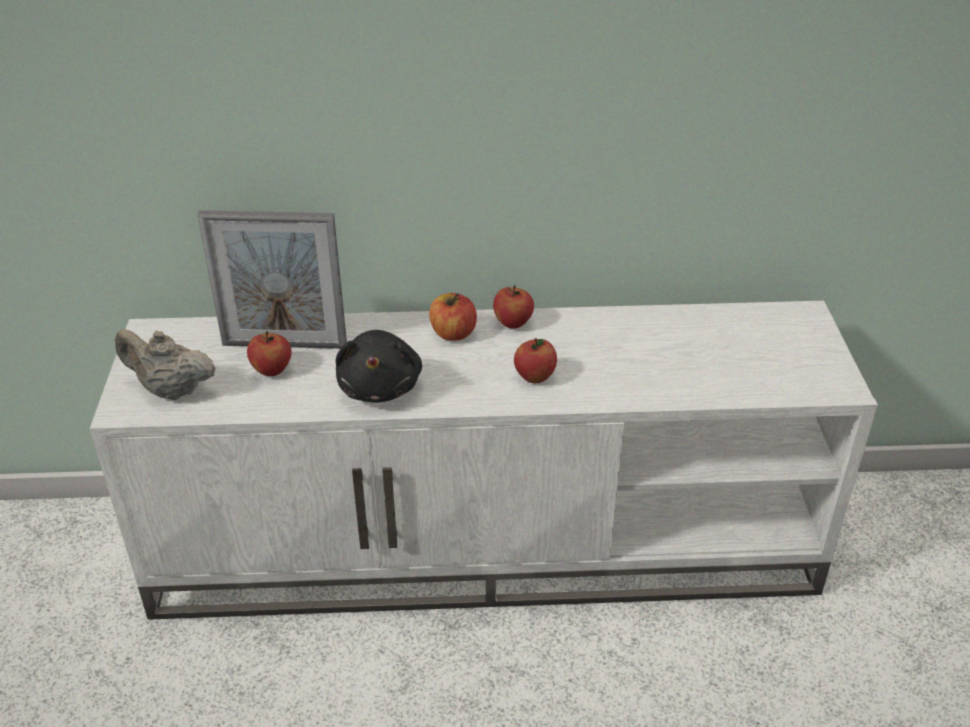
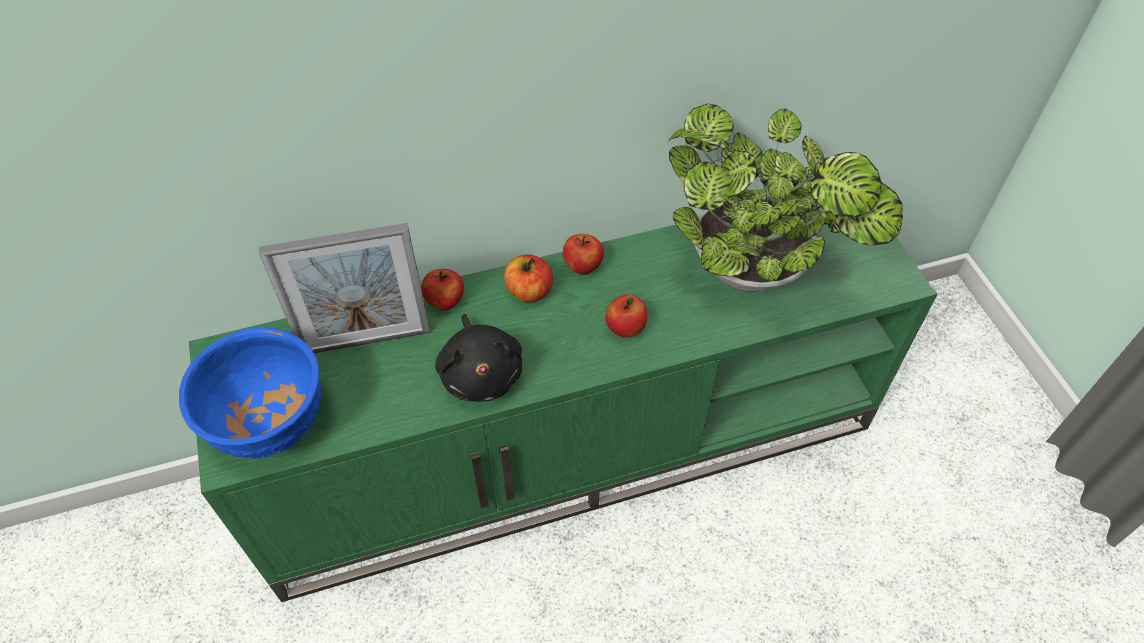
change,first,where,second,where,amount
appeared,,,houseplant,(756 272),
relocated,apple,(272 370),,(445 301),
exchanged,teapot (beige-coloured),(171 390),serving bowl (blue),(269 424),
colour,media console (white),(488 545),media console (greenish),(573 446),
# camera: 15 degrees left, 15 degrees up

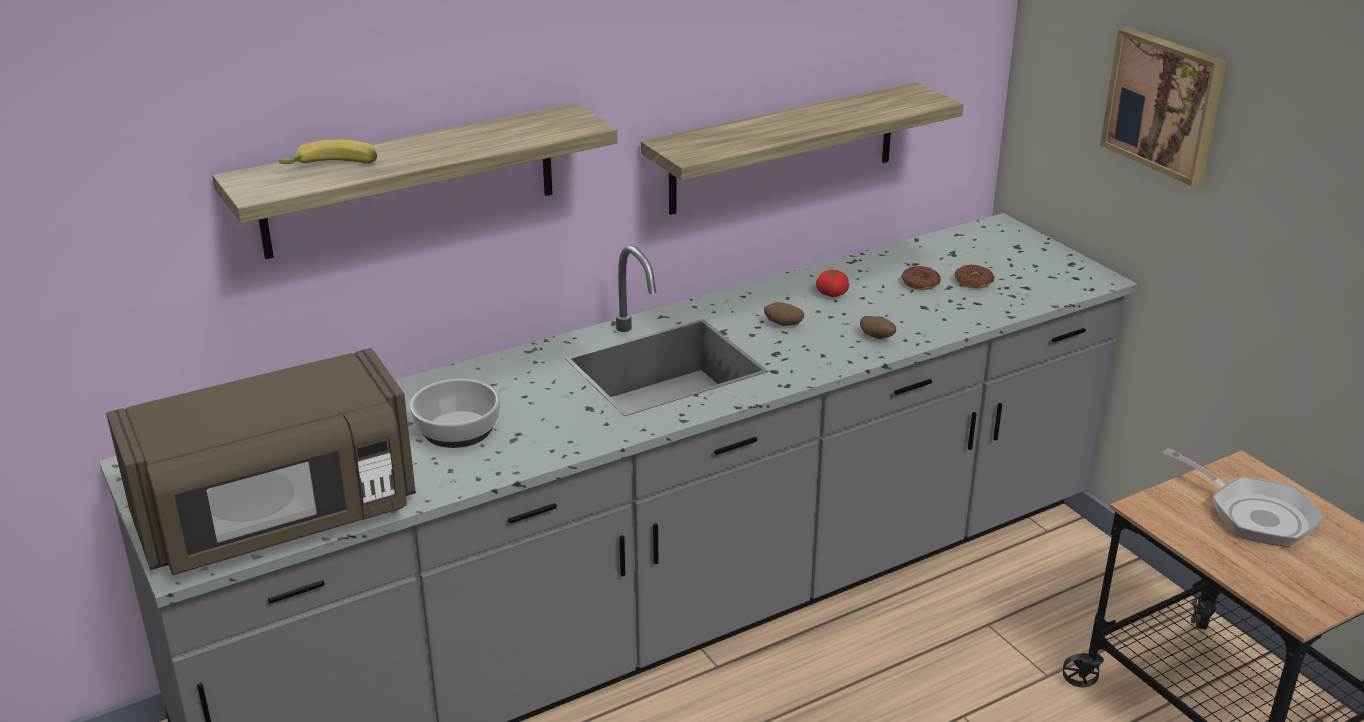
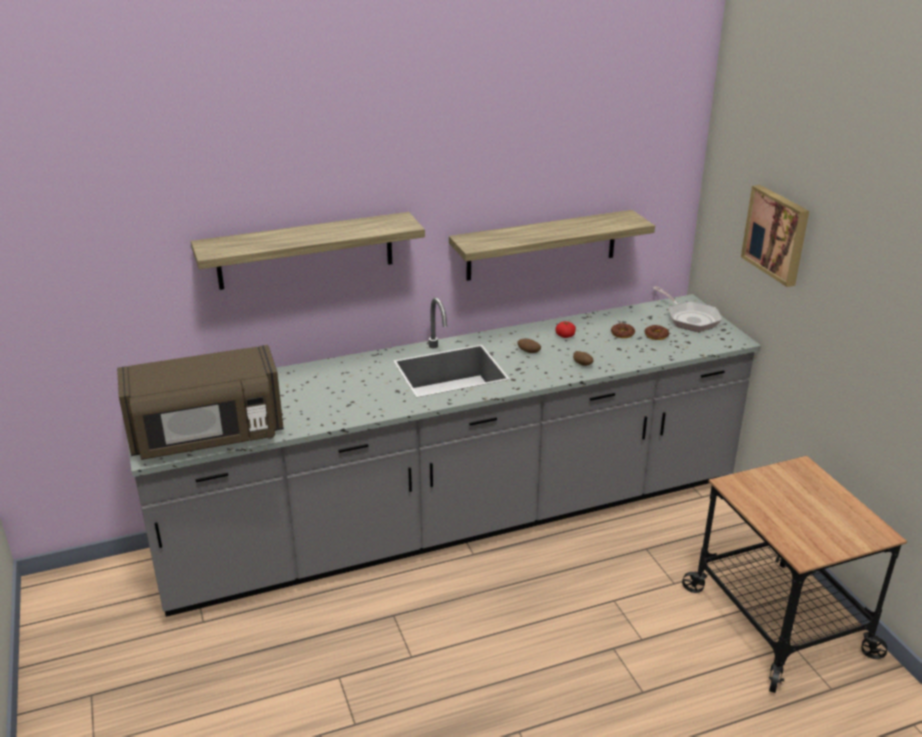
change,first,where,second,where,amount
missing,banana fruit,(333 167),,,
missing,serving bowl,(457 429),,,
relocated,pan,(1254 515),,(690 318),
# camera: 10 degrees right, 0 degrees up

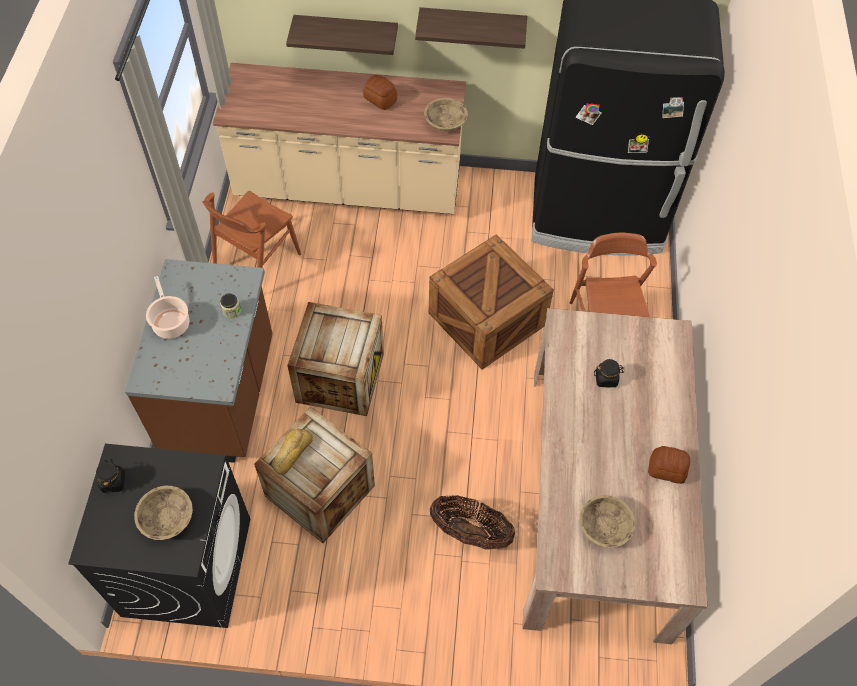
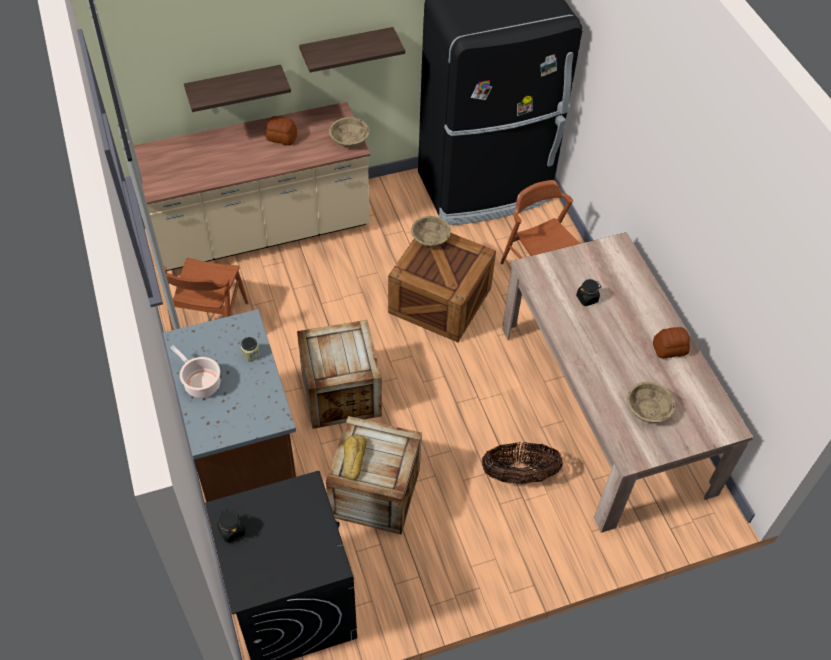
change,first,where,second,where,amount
relocated,serving bowl (beige-coloured),(167 519),,(430 238),
# camera: 25 degrees left, 5 degrees down

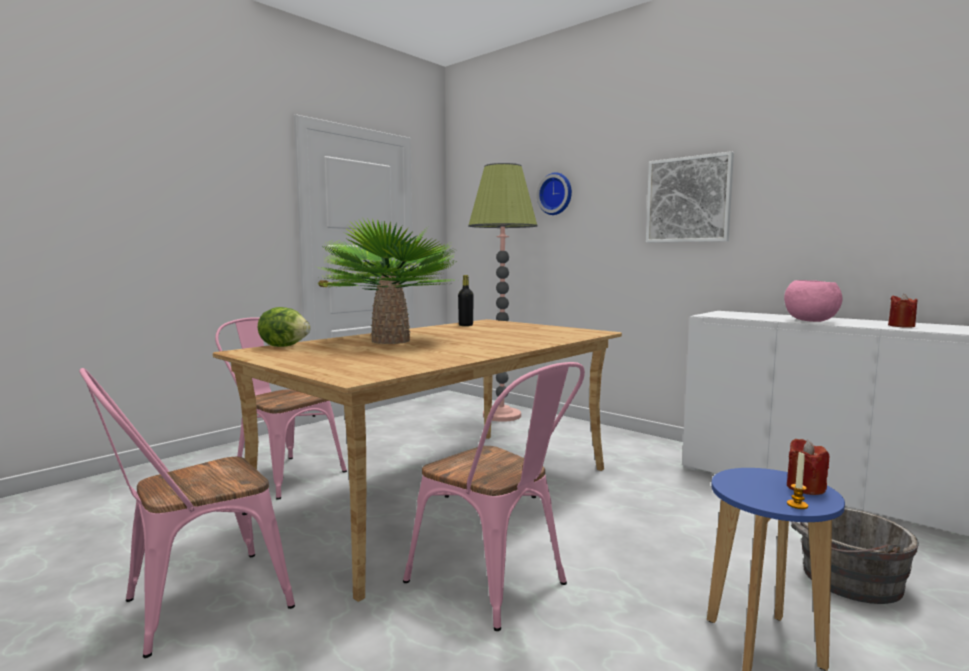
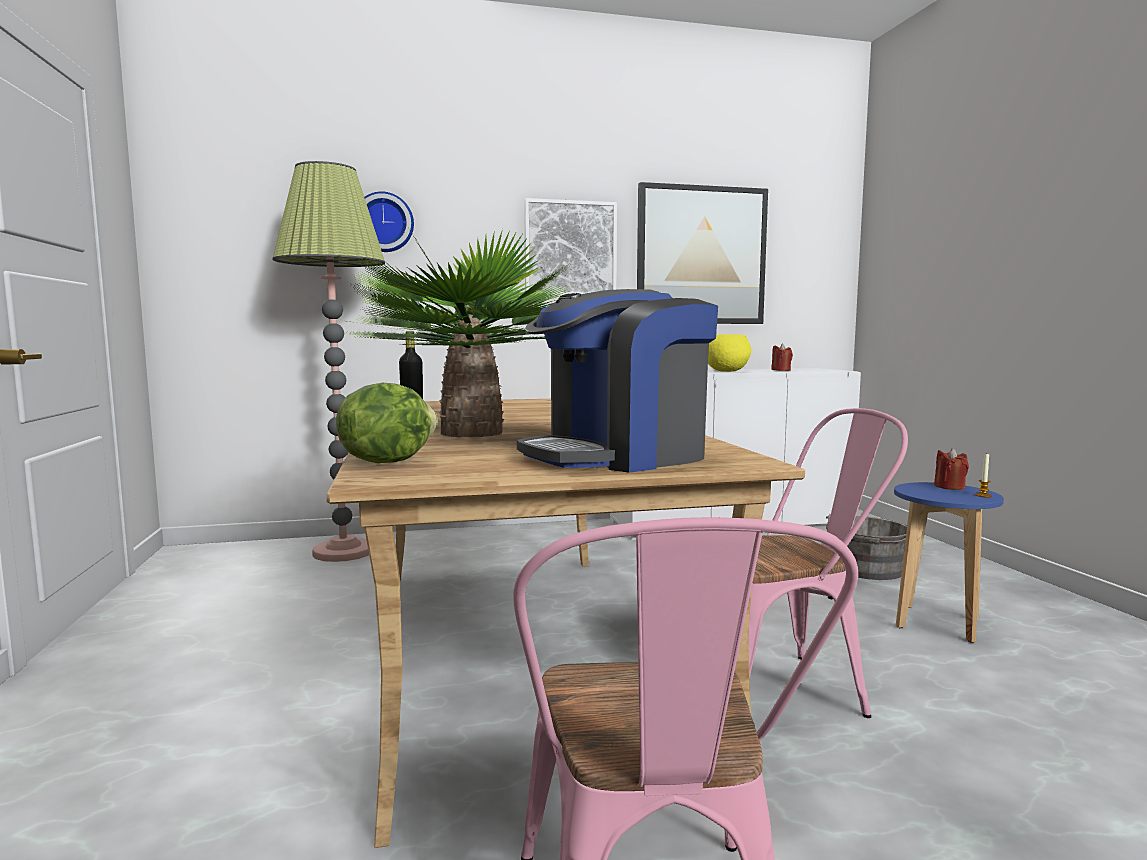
change,first,where,second,where,amount
missing,plain chair (pink-coloured),(282 473),,,
appeared,,,coffee brewer,(619 456),
appeared,,,wall art,(701 256),
colour,serving bowl (pink-coloured),(810 321),serving bowl (yellow-coloured),(725 371),
# camera: 55 degrees left, 0 degrees up

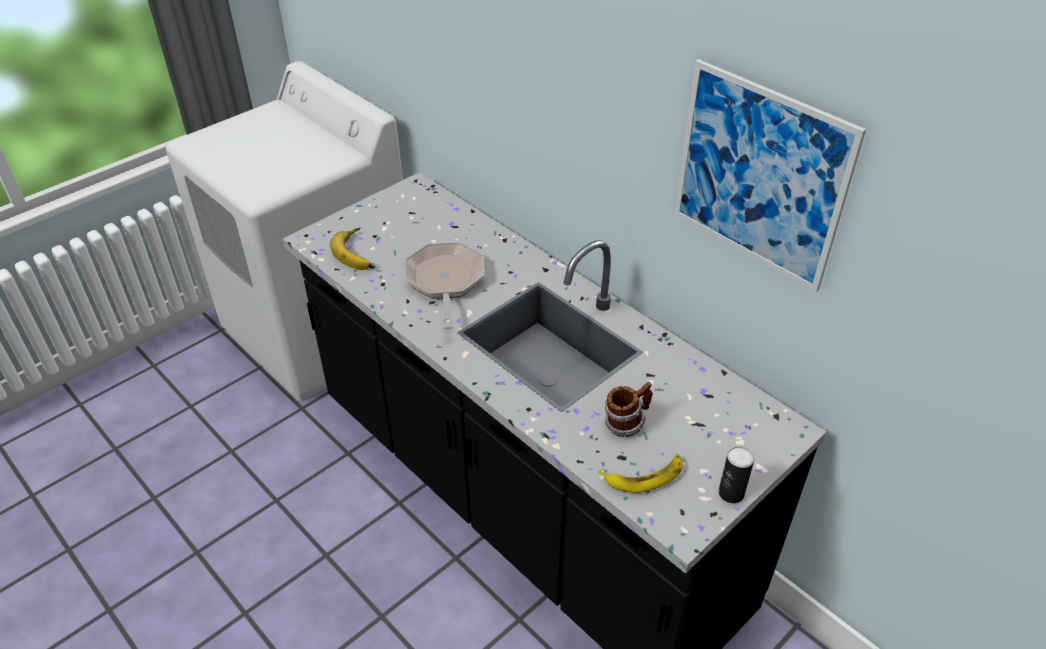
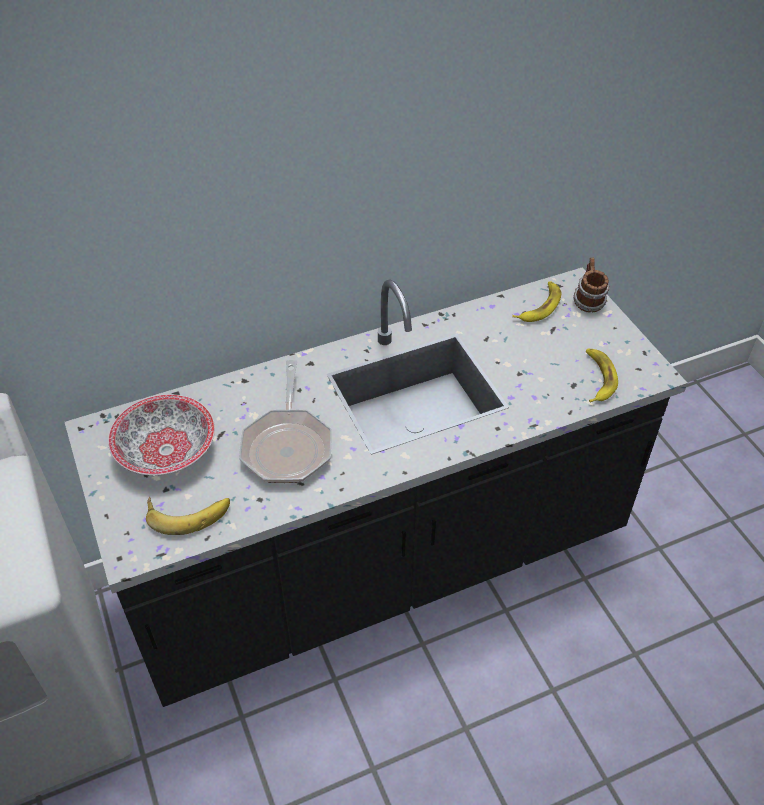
change,first,where,second,where,amount
missing,wall art,(759 176),,,
missing,metal can,(731 493),,,
appeared,,,serving bowl,(167 450),
appeared,,,banana fruit,(539 306),
relocated,mug,(626 423),,(587 302),
spun,pan,(445 282),,(287 445),105 degrees counterclockwise
# camera: 70 degrees left, 5 degrees up

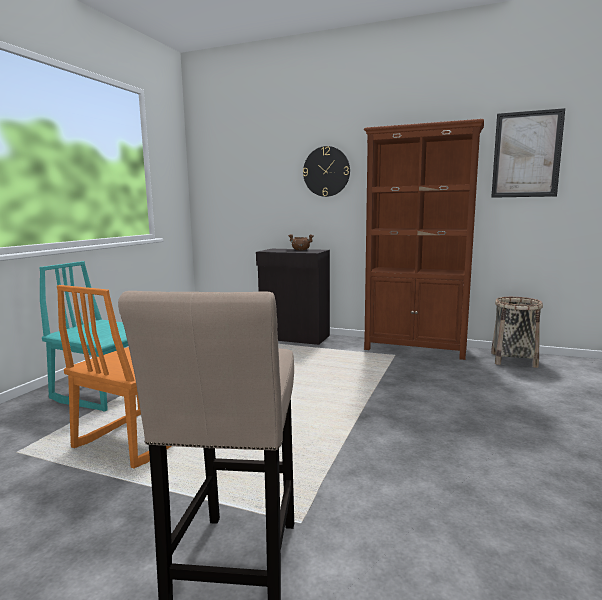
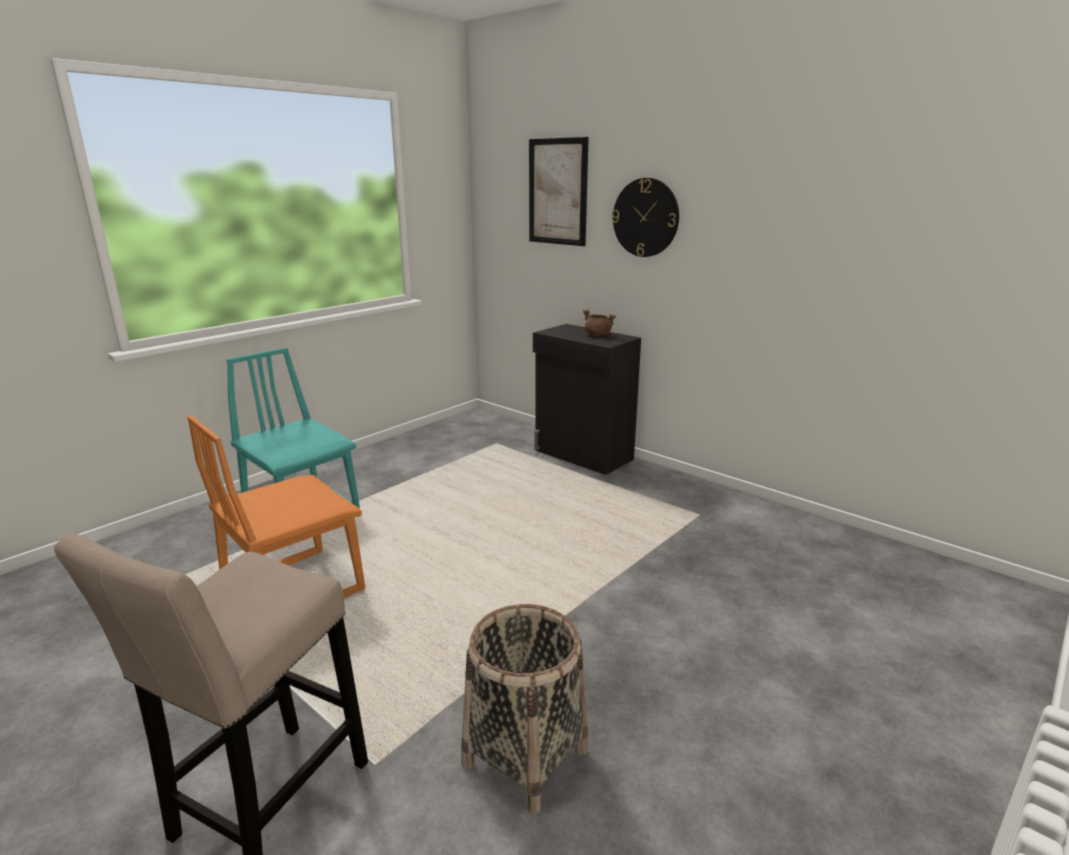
change,first,where,second,where,amount
missing,bookcase (brown-coloured),(416 349),,,
relocated,wall art,(526 154),,(557 192),
relocated,storage basket,(513 360),,(525 756),
# camera: 20 degrees right, 10 degrees up

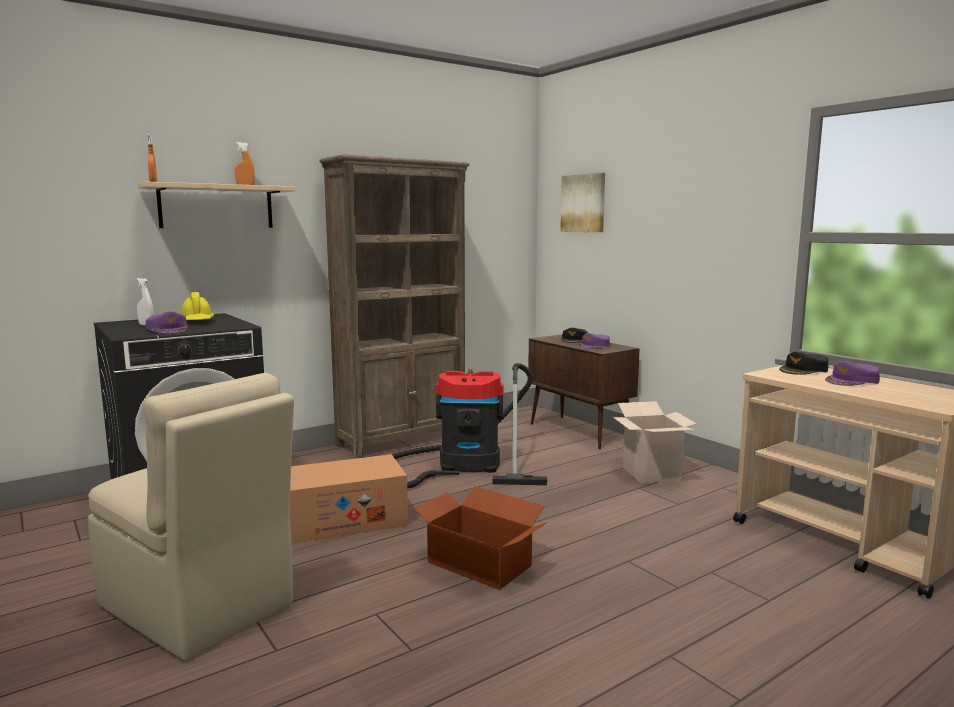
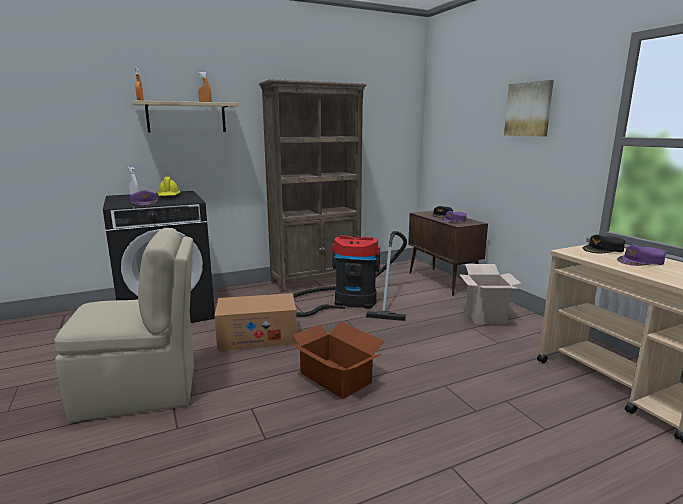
change,first,where,second,where,amount
relocated,wall art,(583 203),,(529 109),
spun,plain chair (beige-coloured),(199 606),,(141 390),60 degrees counterclockwise
# camera: 10 degrees right, 5 degrees up

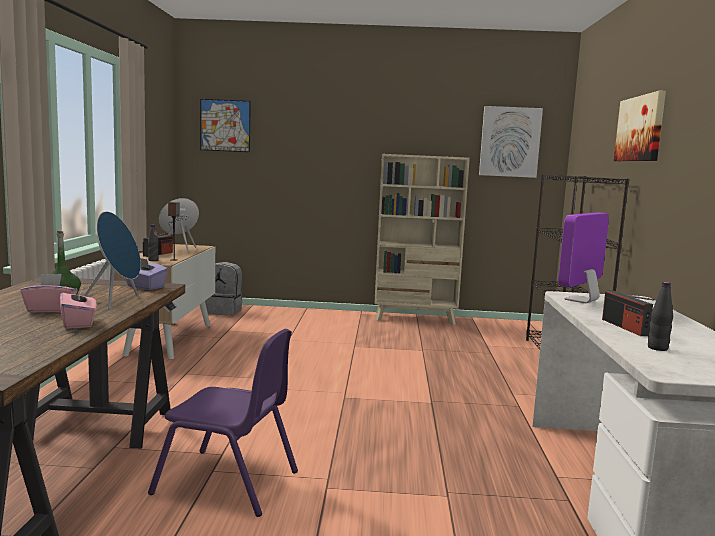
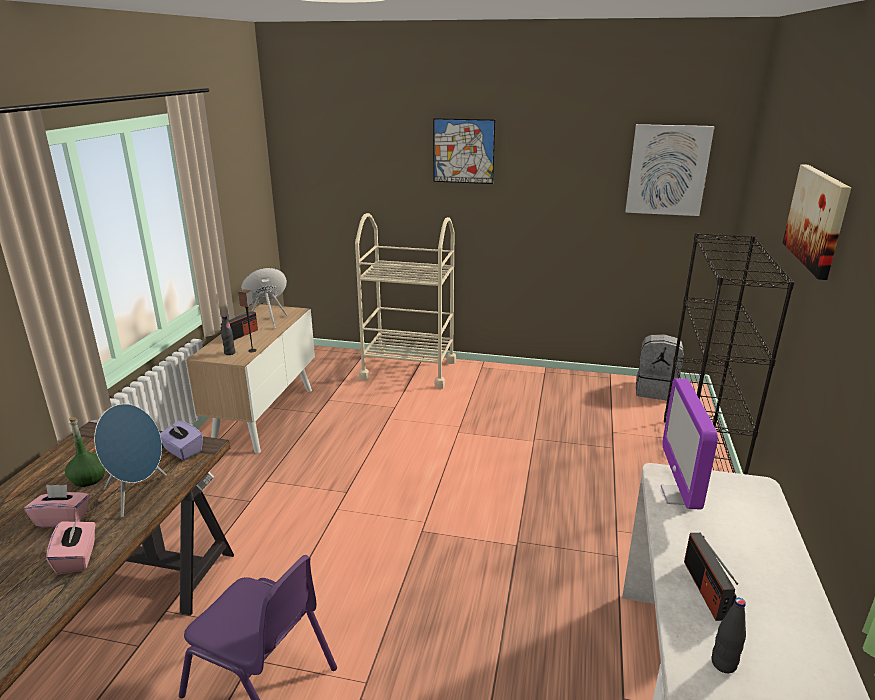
change,first,where,second,where,amount
missing,bookcase (beige-coloured),(415 318),,,
appeared,,,wheeled cart (beige-coloured),(408 370),
relocated,wall art,(225 125),,(463 151),
relocated,rucksack (greyish),(223 311),,(656 391),
spun,monitor,(581 300),,(680 496),45 degrees counterclockwise
# camera: 10 degrees right, 15 degrees up

